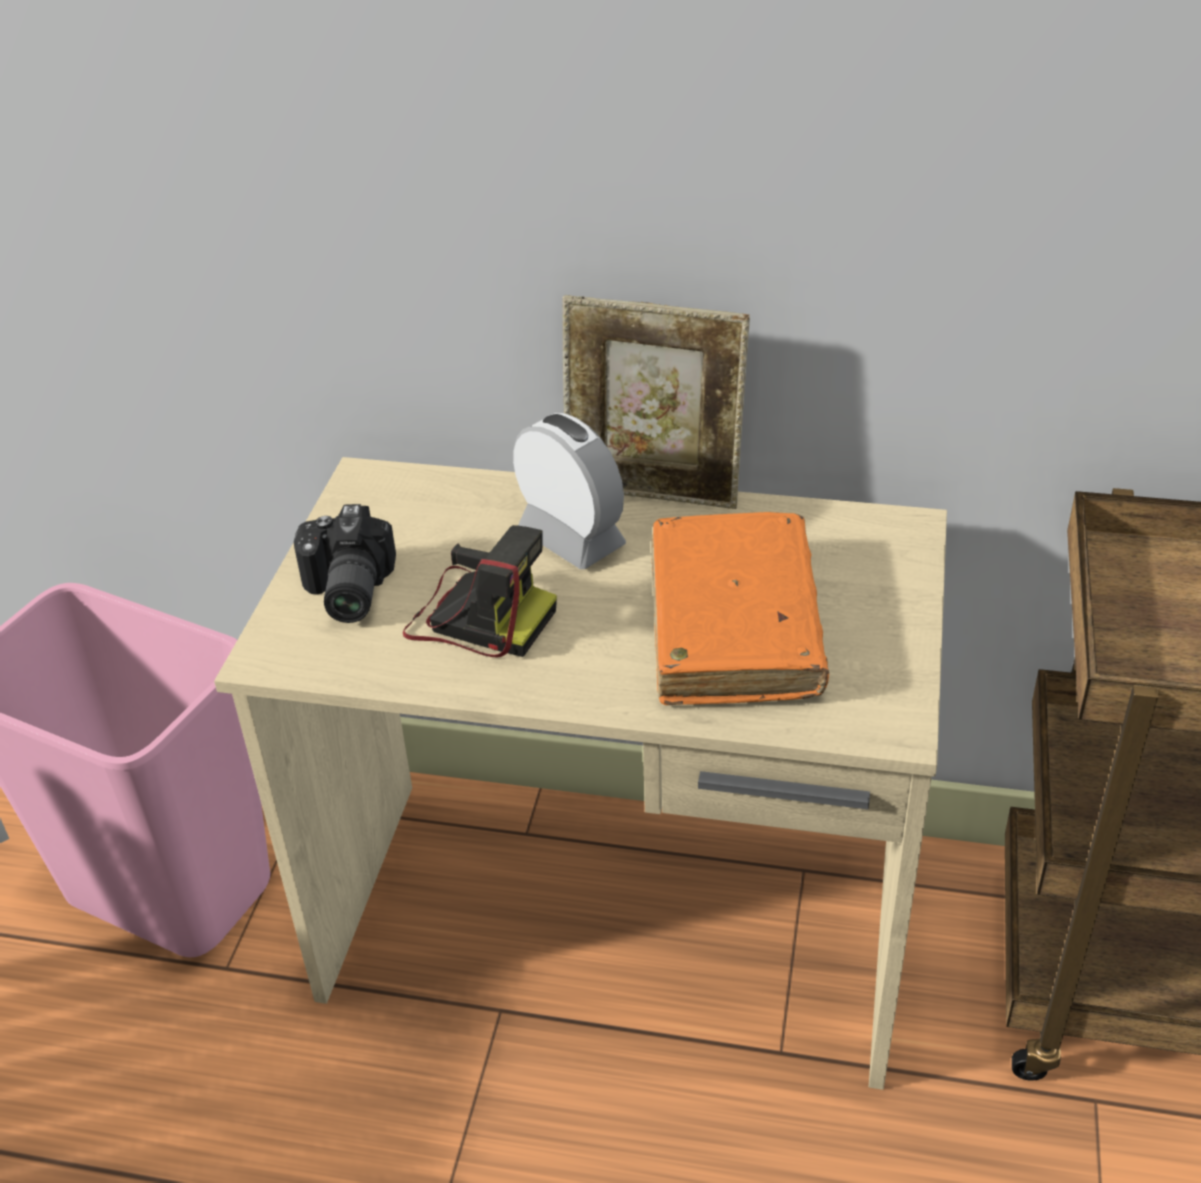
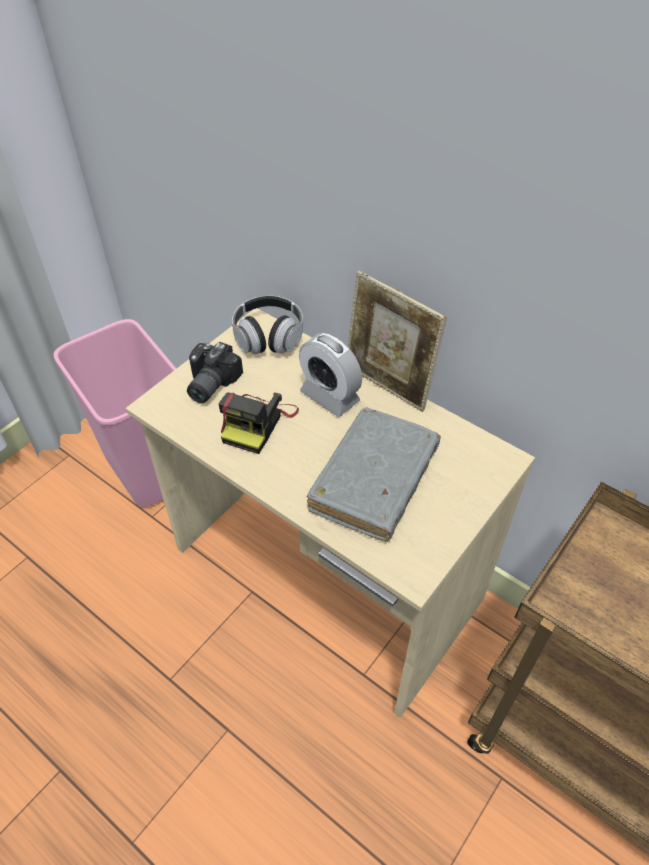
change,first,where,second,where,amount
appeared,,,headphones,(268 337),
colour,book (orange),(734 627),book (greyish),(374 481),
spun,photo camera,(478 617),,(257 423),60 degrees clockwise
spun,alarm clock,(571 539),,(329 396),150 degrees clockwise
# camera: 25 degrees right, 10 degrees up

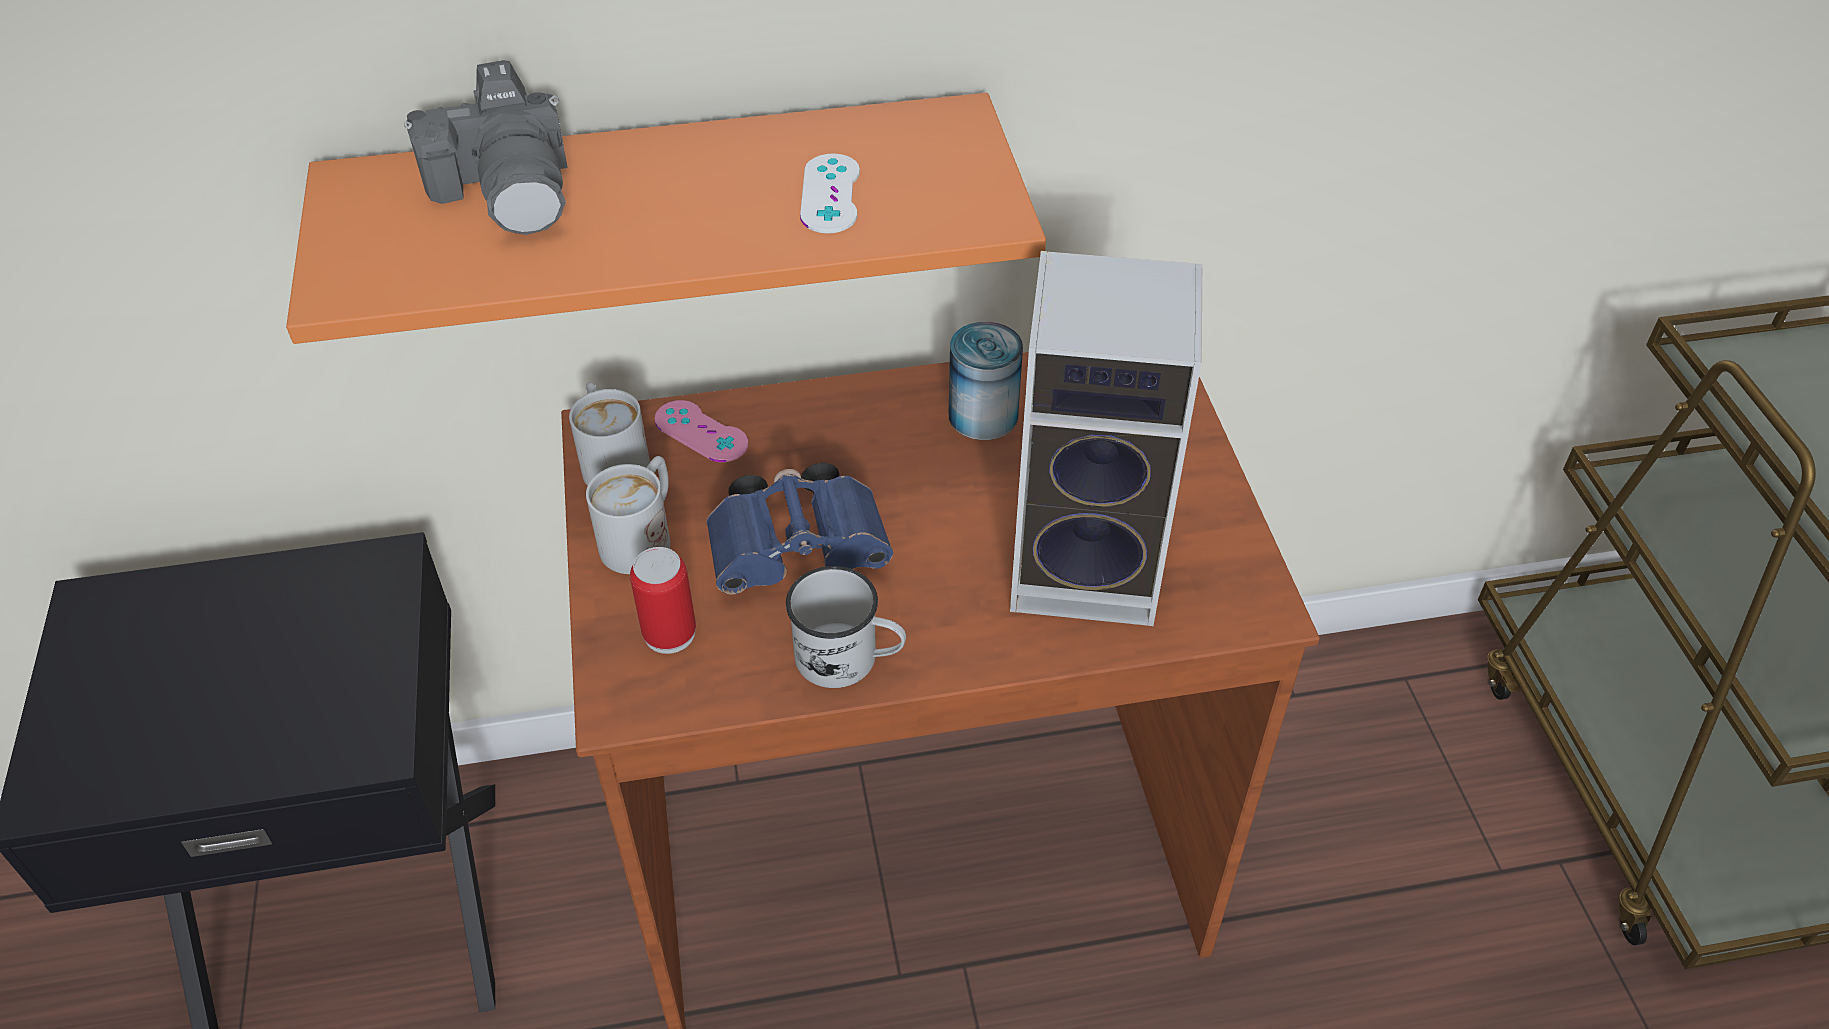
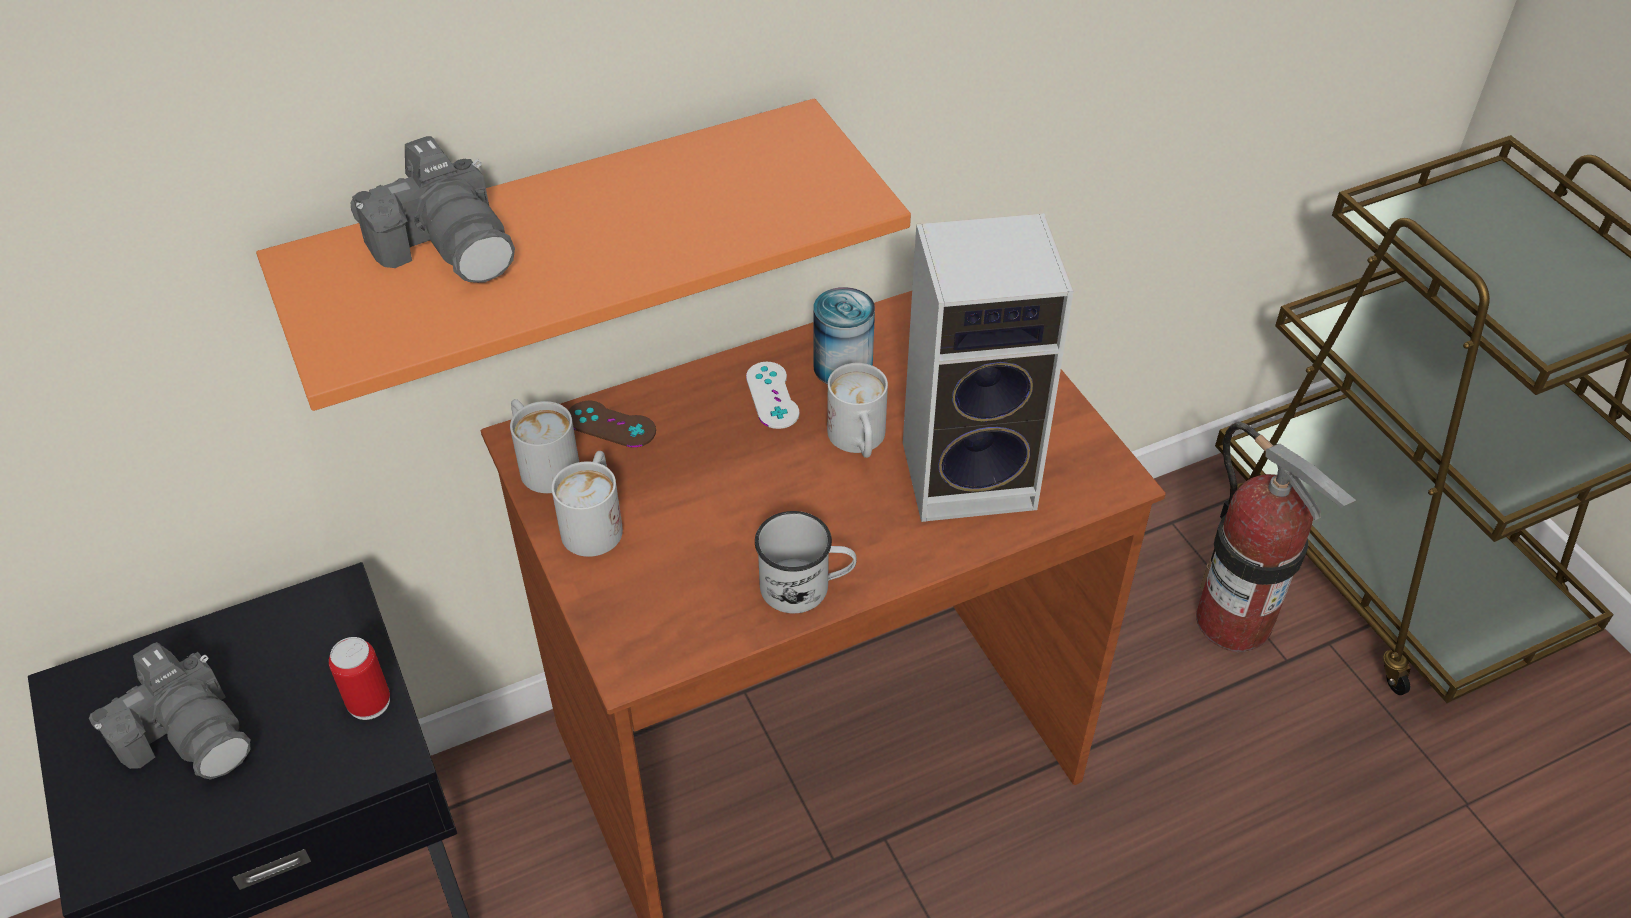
change,first,where,second,where,amount
missing,pair of binoculars (blue),(803 551),,,
appeared,,,photo camera,(187 733),
appeared,,,mug (white),(859 442),
appeared,,,fire-fighting cylinder,(1233 621),
relocated,metal can,(669 633),,(369 702),
relocated,game controller (white),(830 194),,(772 395),
colour,game controller (pink-coloured),(701 432),game controller (brown-coloured),(611 424),
# camera: 15 degrees left, 0 degrees up

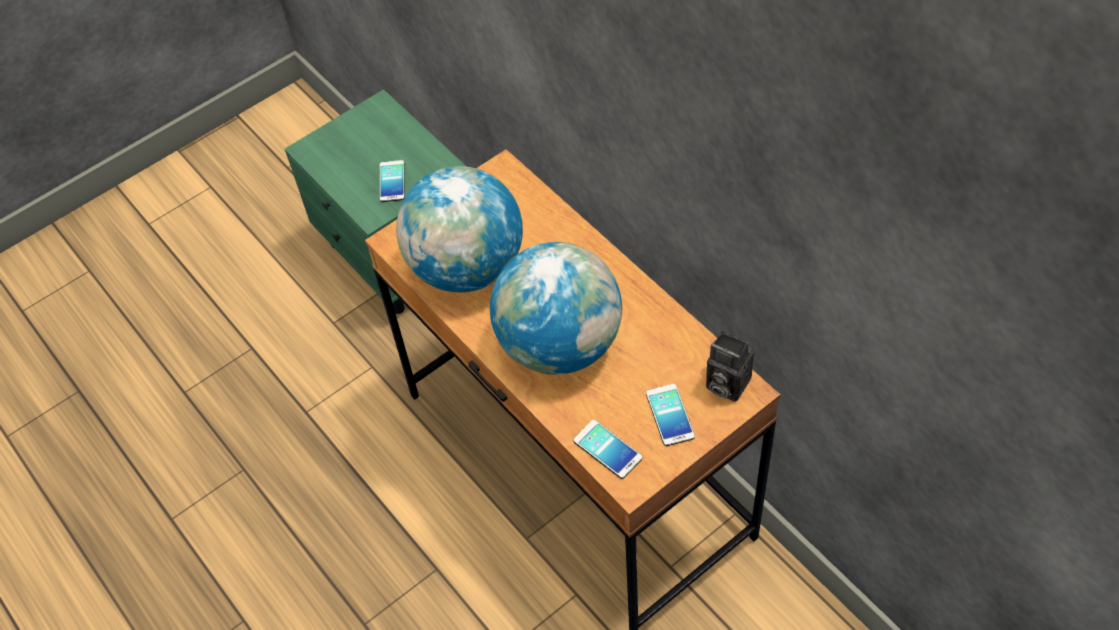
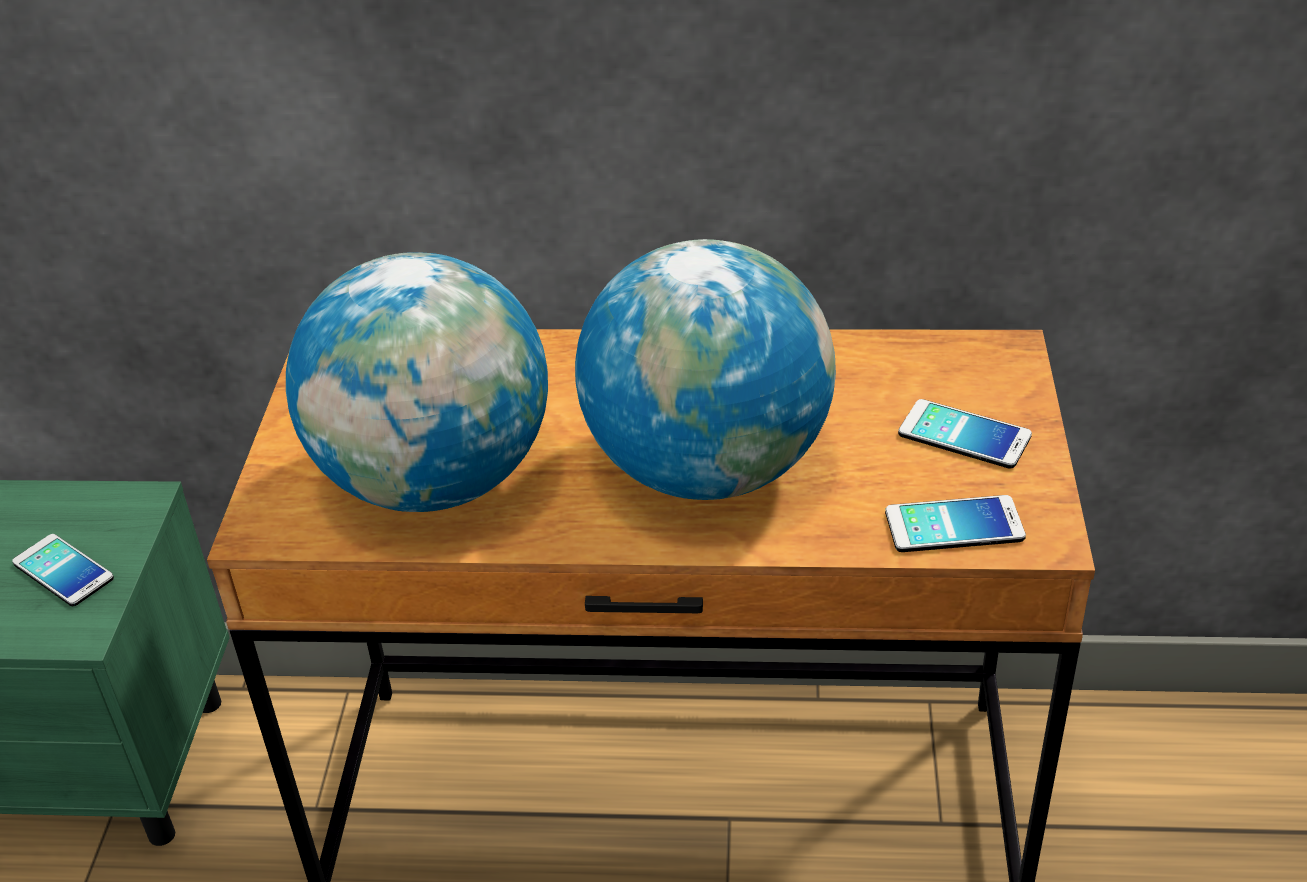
change,first,where,second,where,amount
missing,photo camera,(725 384),,,
# camera: 50 degrees left, 15 degrees down

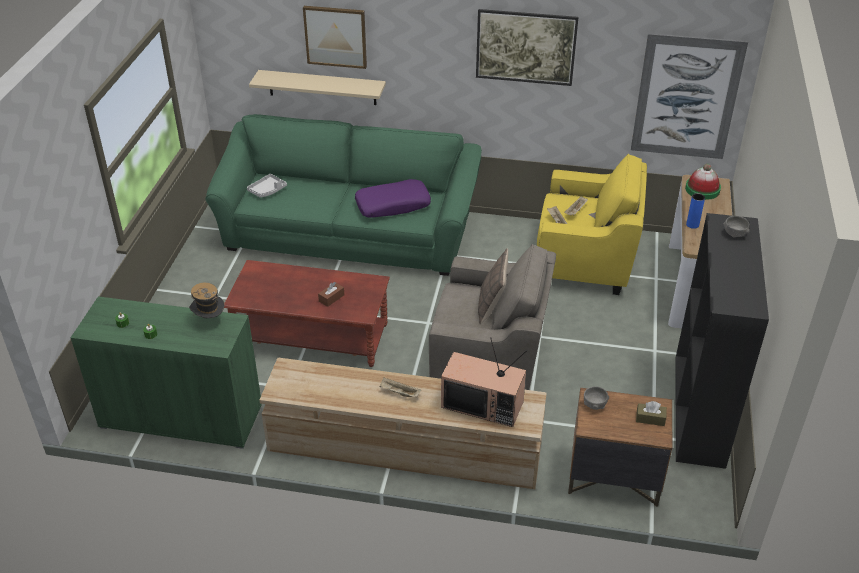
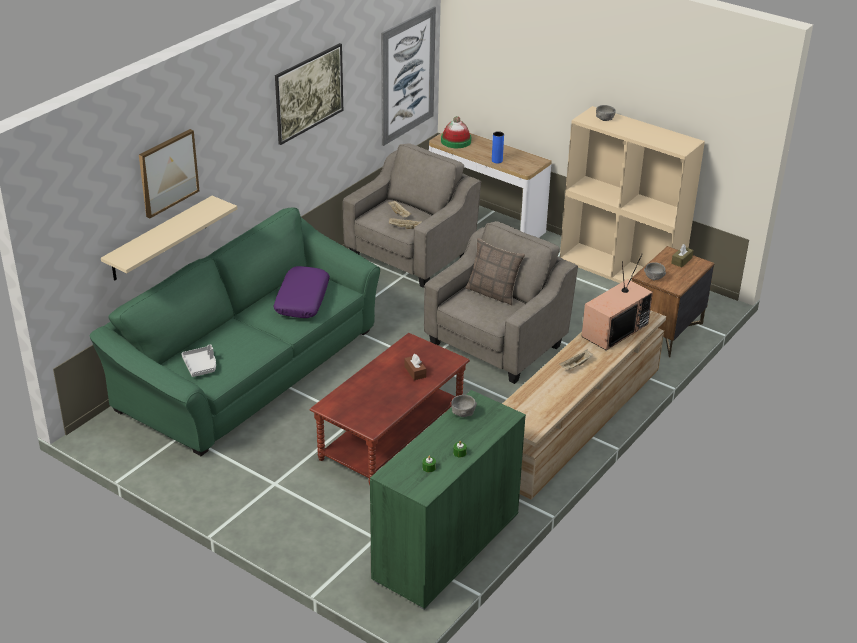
change,first,where,second,where,amount
exchanged,hat,(209 320),serving bowl (greyish),(463 413),
colour,armchair (yellow-coloured),(585 260),armchair (greyish),(410 256),
colour,bookcase (black),(700 411),bookcase (beige-coloured),(621 271),
# camera: 65 degrees left, 5 degrees down

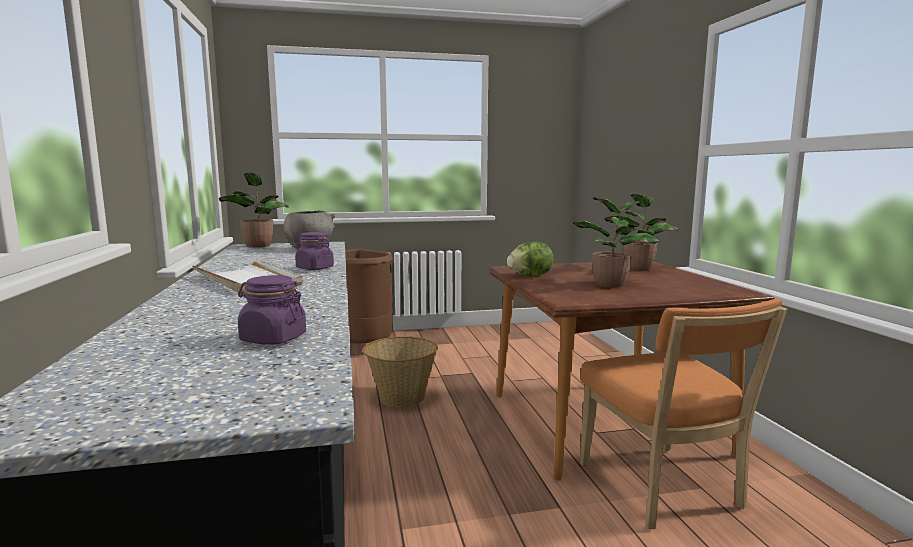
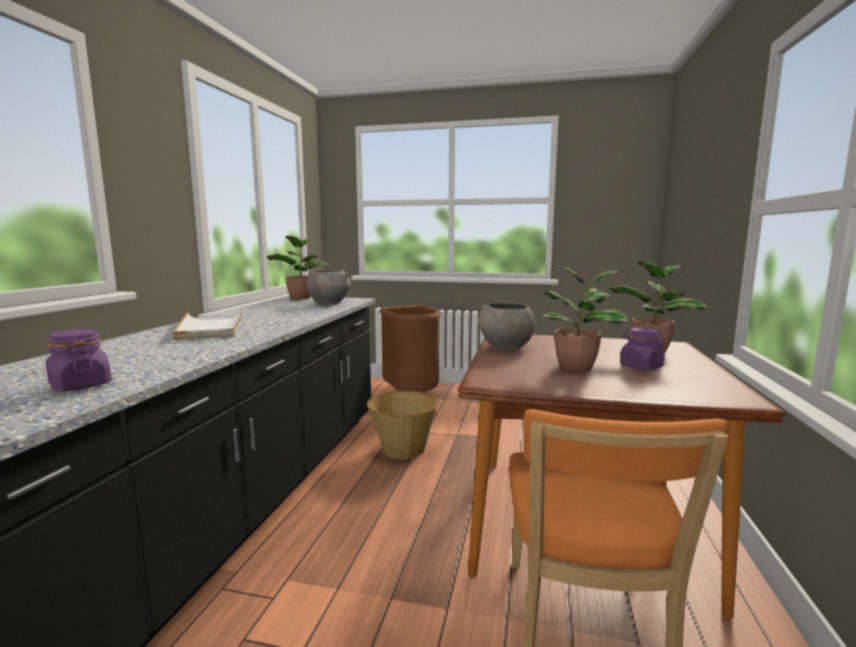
change,first,where,second,where,amount
relocated,preserve jar (purple),(314 268),,(640 367),
exchanged,head of lettuce,(530 276),serving bowl (greyish),(505 347),
# camera: 25 degrees right, 0 degrees up

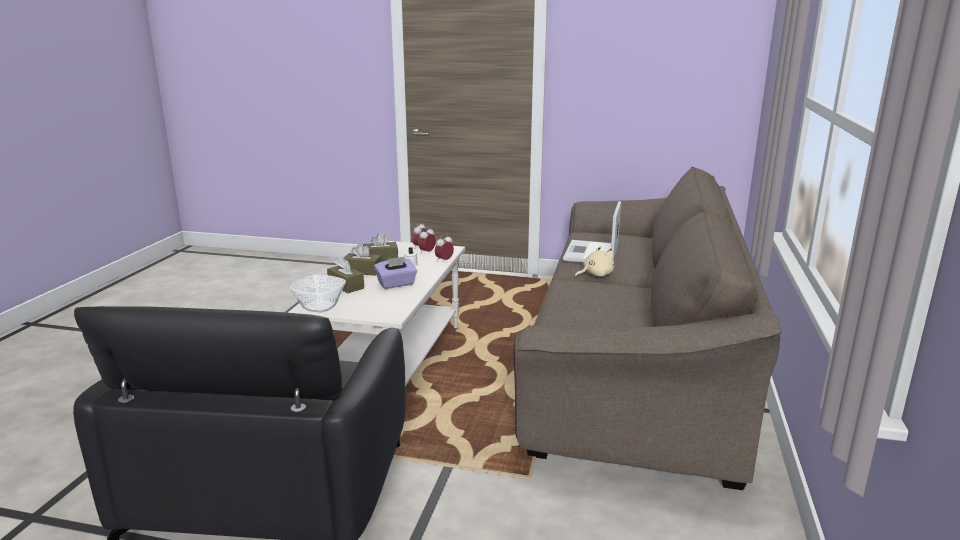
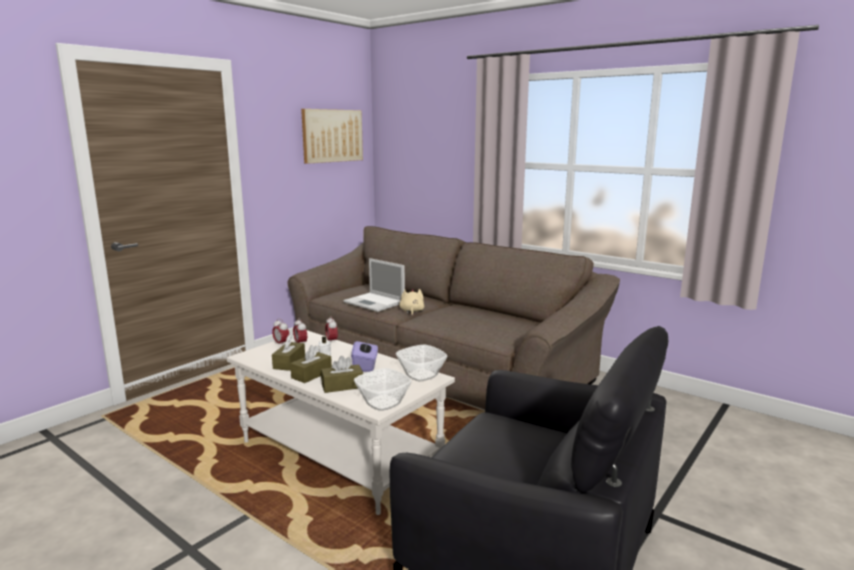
change,first,where,second,where,amount
appeared,,,wall art,(332 135),
appeared,,,serving bowl,(421 375),
# camera: 65 degrees left, 5 degrees down

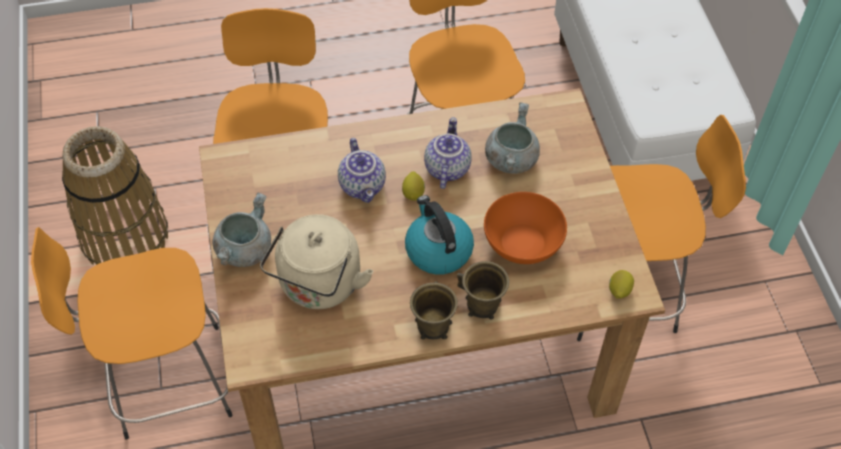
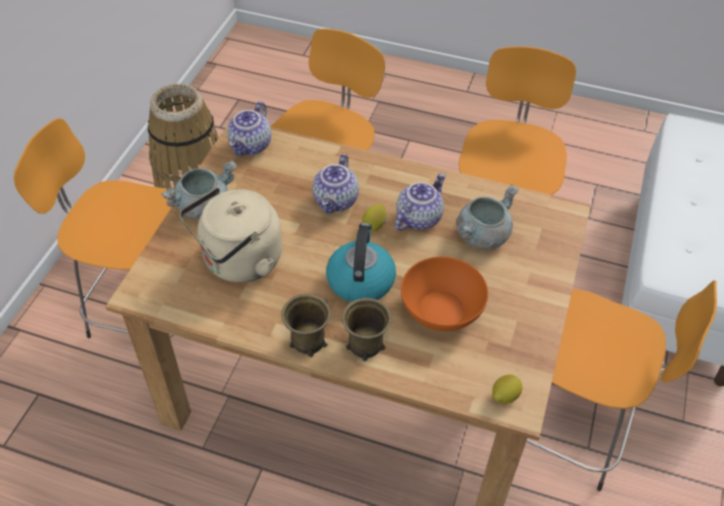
change,first,where,second,where,amount
appeared,,,teapot,(251 146),
# camera: 30 degrees right, 5 degrees down

